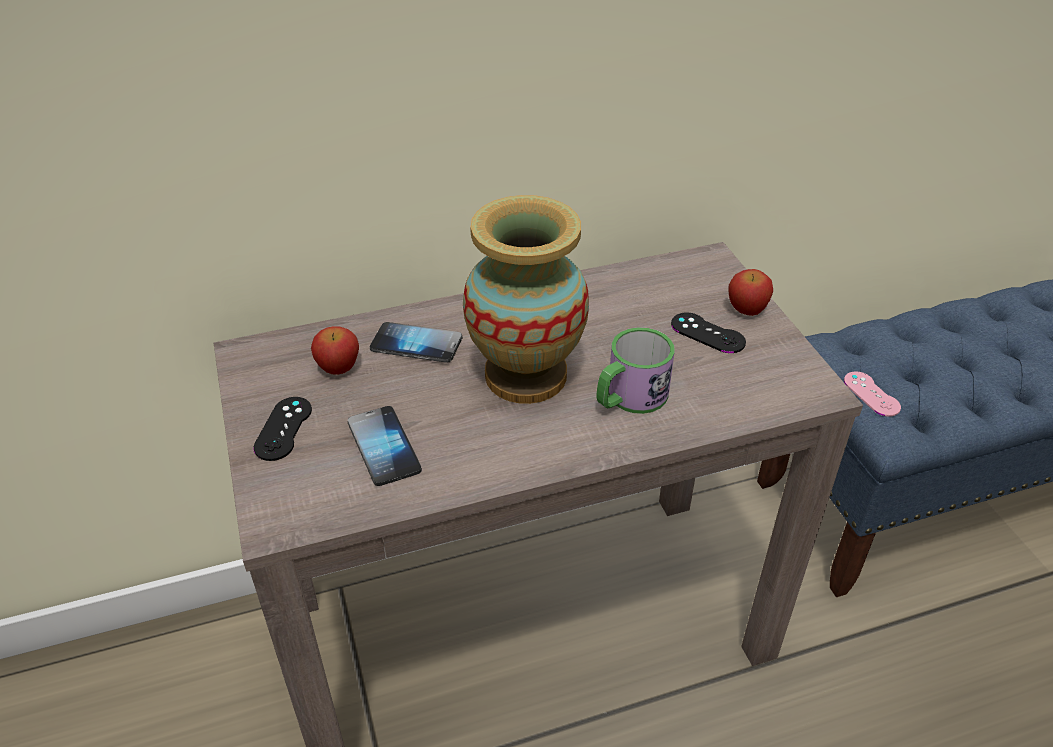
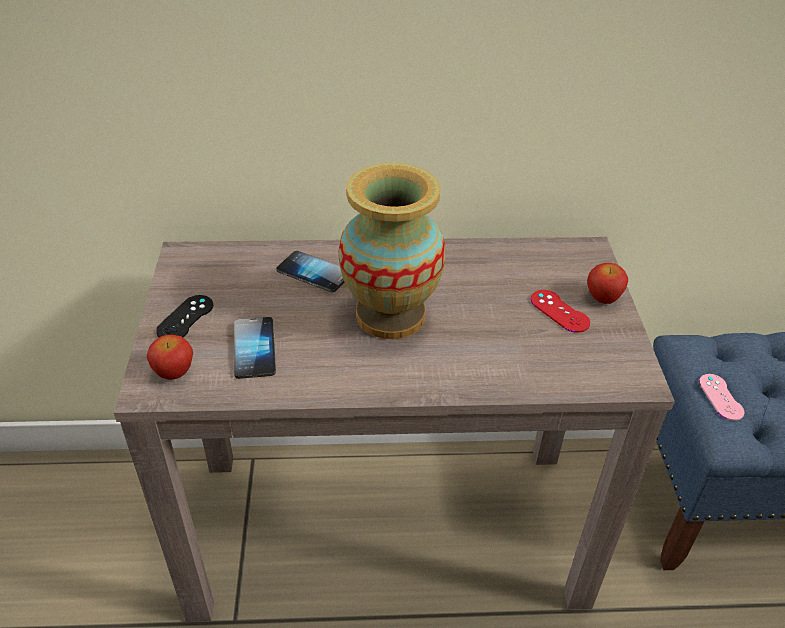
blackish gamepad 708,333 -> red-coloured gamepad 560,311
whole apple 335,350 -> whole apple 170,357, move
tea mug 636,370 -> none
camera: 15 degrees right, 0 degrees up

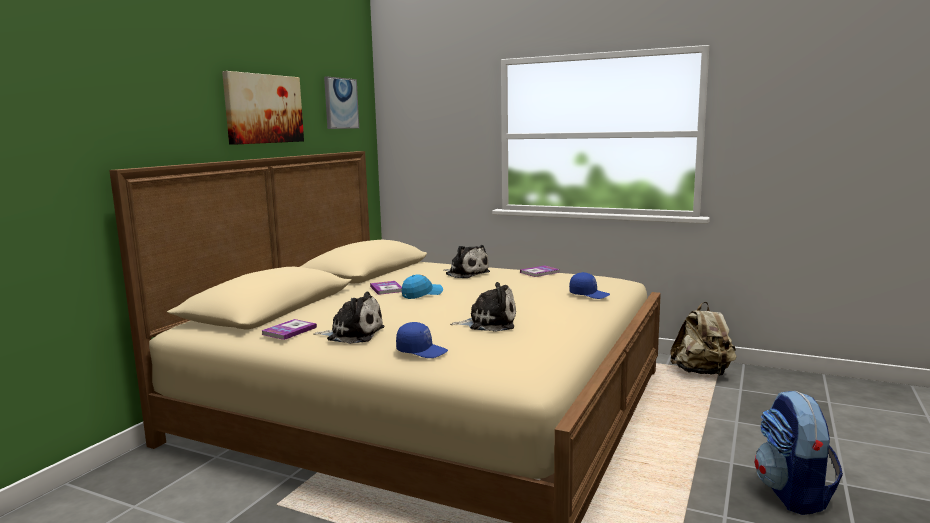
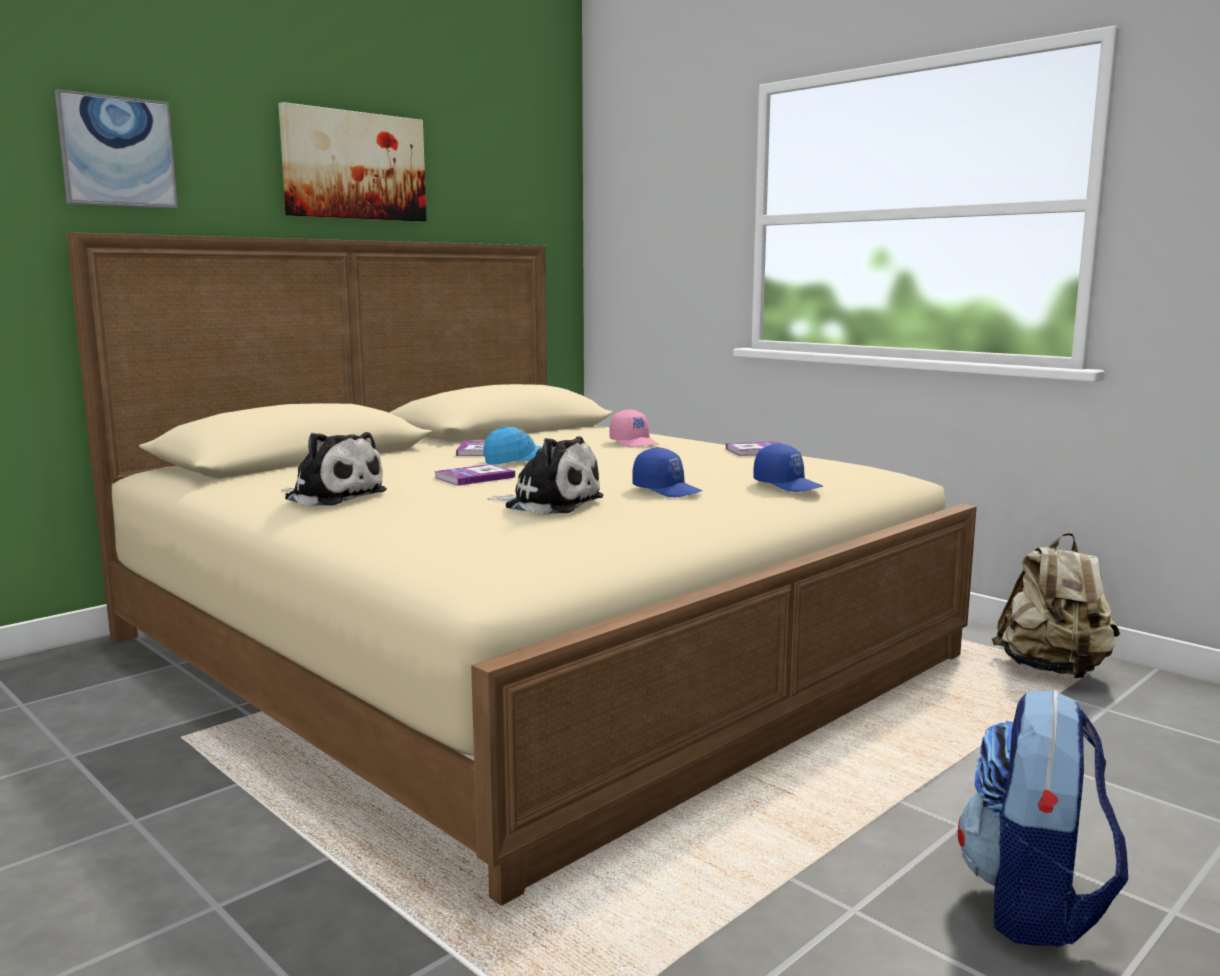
wall picture 341,103 -> wall picture 116,149, move
soft toy 466,261 -> pinkish baseball cap 634,428
book 289,329 -> book 475,475, move
bluish baseball cap 422,340 -> bluish baseball cap 668,472, move
camera: 20 degrees right, 0 degrees up

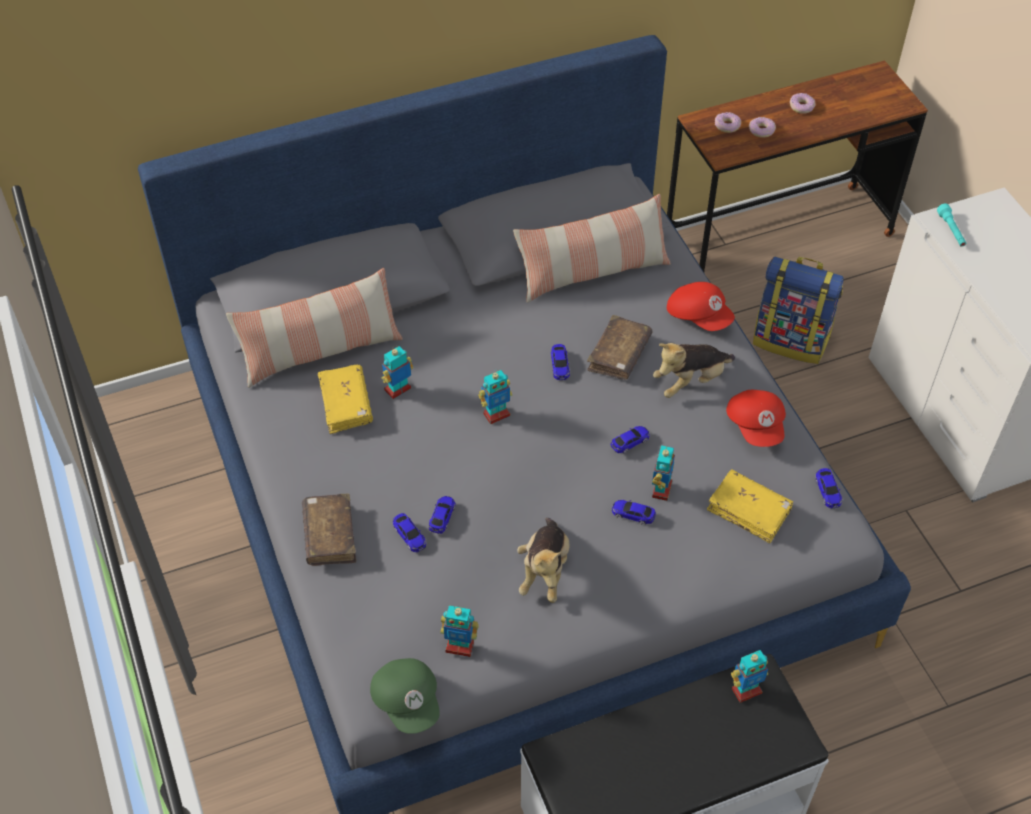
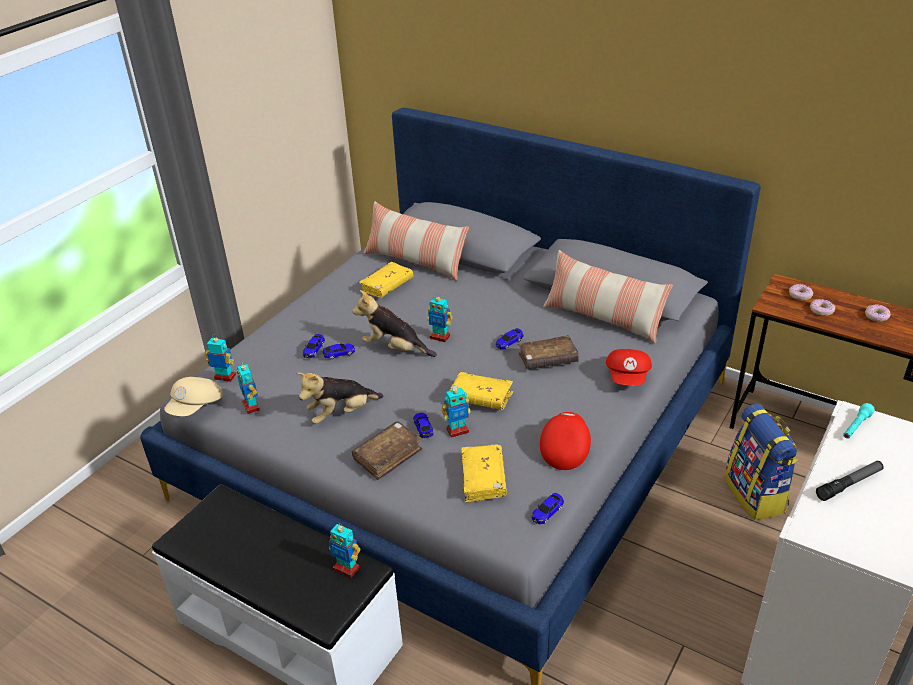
soft toy 694,370 -> soft toy 394,323, move
robot figure 397,372 -> robot figure 221,358, move
red-coloured baseball cap 756,418 -> red-coloured baseball cap 565,441, 150 degrees clockwise
model car 630,439 -> yellow book 481,391
brown book 329,530 -> brown book 387,451, move
green baseball cap 405,696 -> beige baseball cap 193,396
none -> hand torch 850,481
camera: 55 degrees right, 15 degrees down

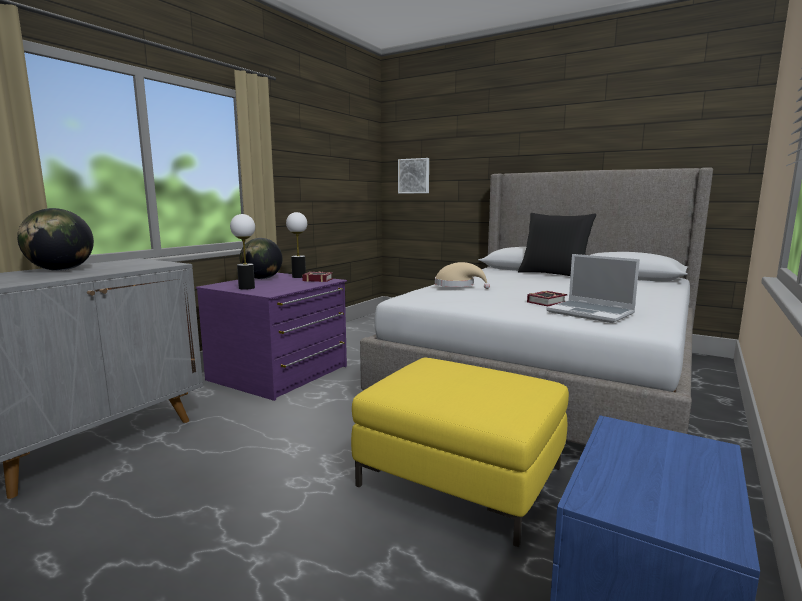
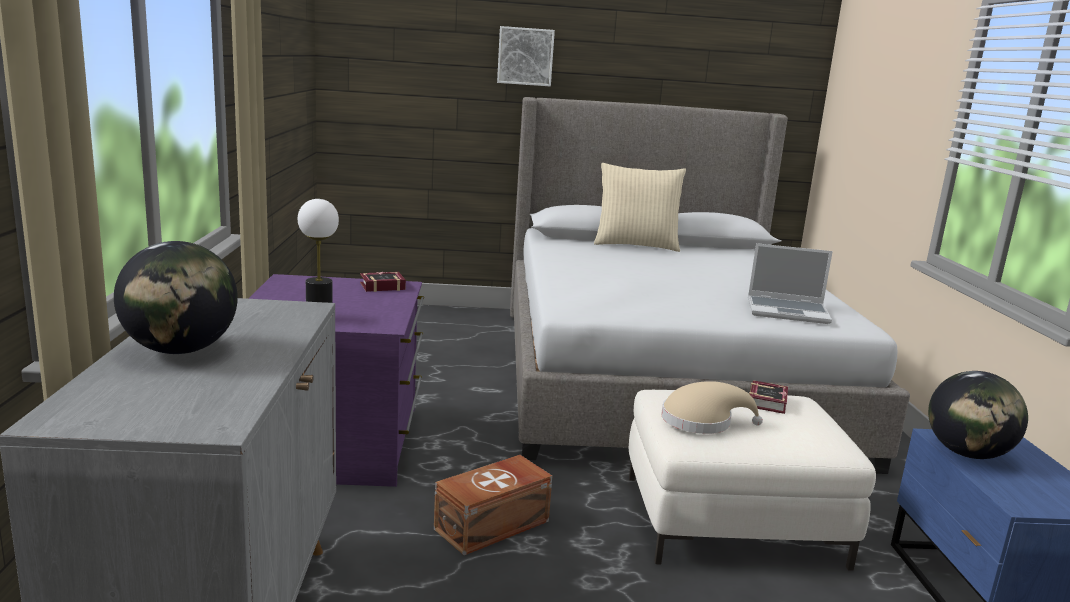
wall picture 413,175 -> wall picture 526,56, move
tabletop lamp 296,245 -> none
blackish throw pillow 557,244 -> beige throw pillow 640,207
globe 261,258 -> globe 978,415, move
beige clothing hat 462,275 -> beige clothing hat 712,407, move
book 547,298 -> book 768,397, move
yellow pouffe 460,452 -> white-coloured pouffe 752,480
none -> brown storage box 493,505
camera: 35 degrees left, 5 degrees up

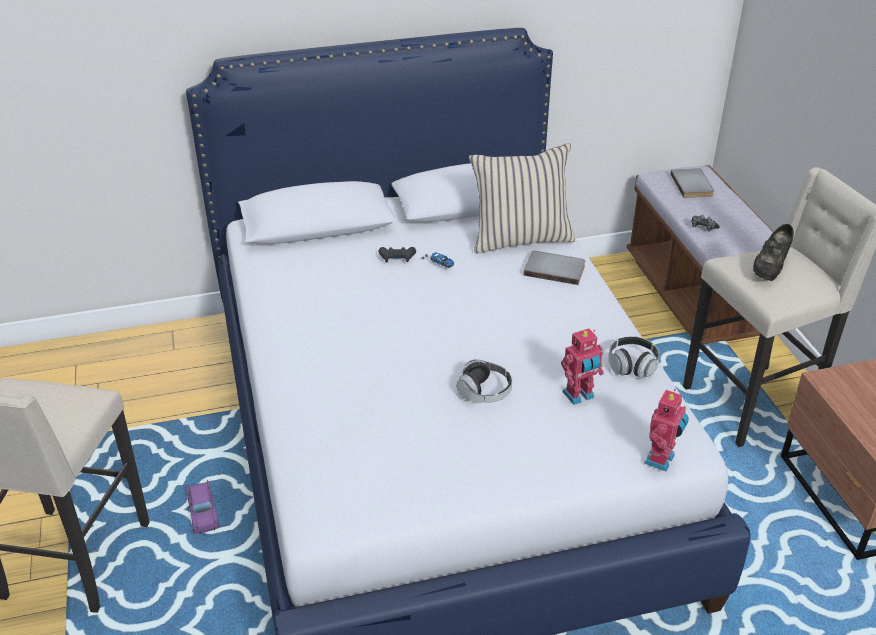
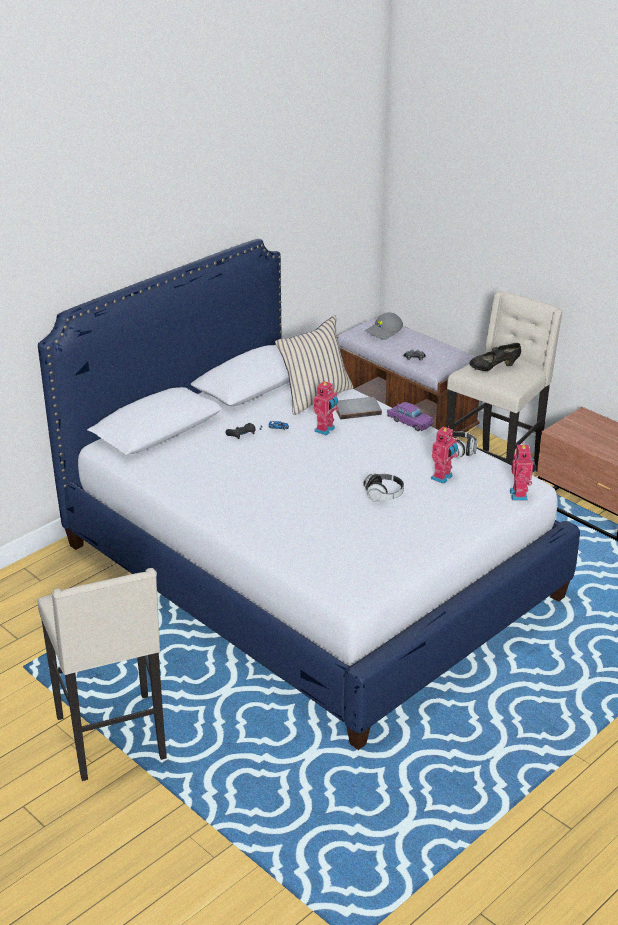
greyish book 692,183 -> greyish baseball cap 384,326
blackish low shoe 773,252 -> blackish low shoe 495,357, 75 degrees clockwise
purplish model car 203,507 -> purplish model car 410,416, move
none -> robot figure 326,408
camera: 30 degrees left, 5 degrees down

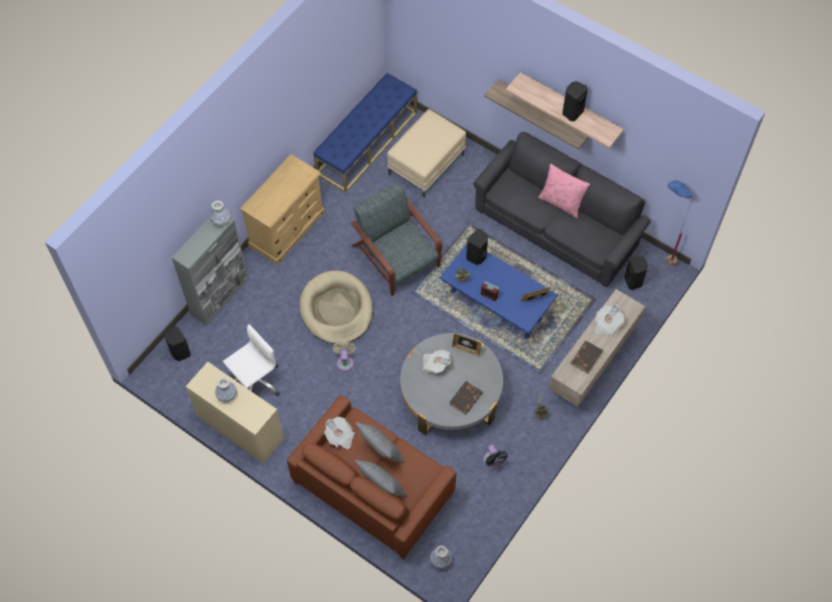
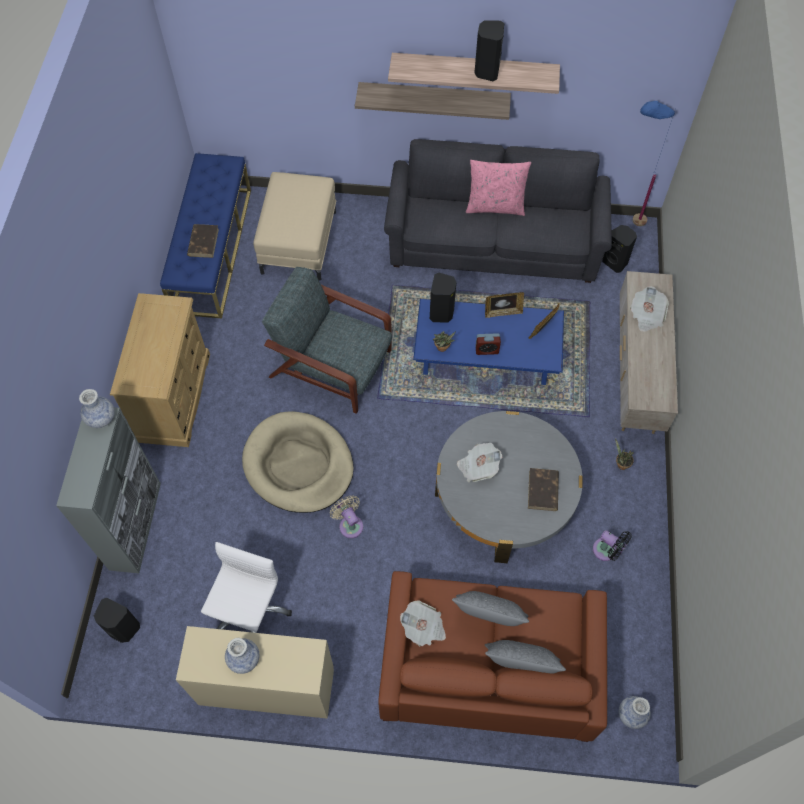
picture frame 467,345 -> picture frame 504,305, move
brown book 587,357 -> brown book 203,241, move
camera: 30 degrees left, 0 degrees up

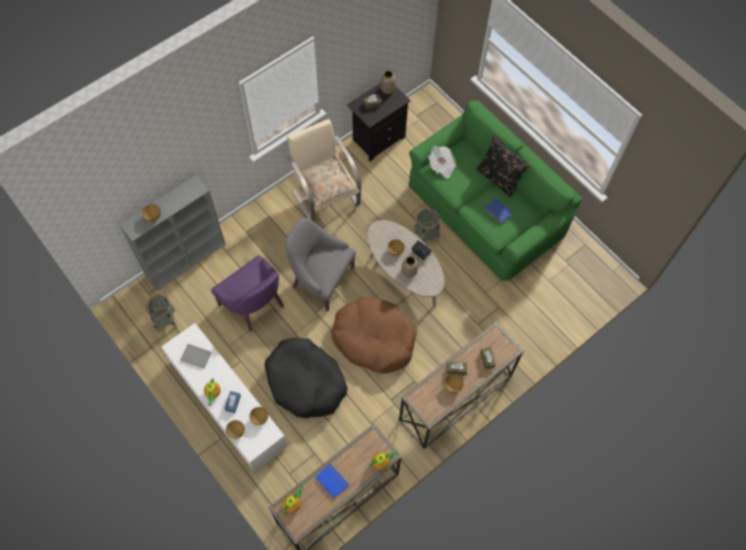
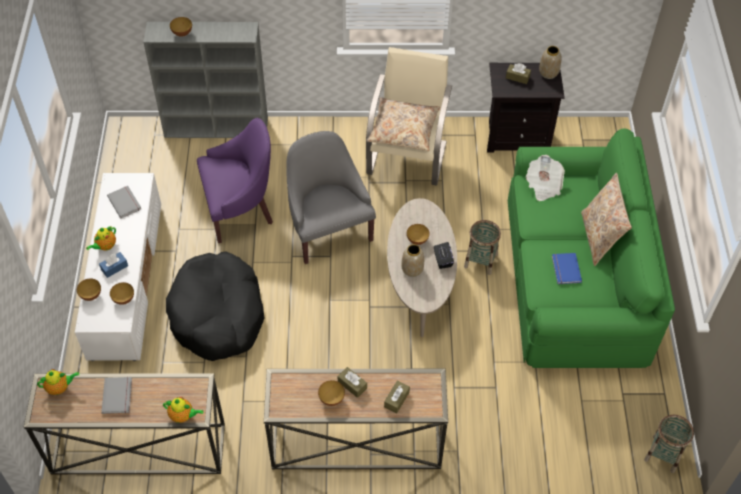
blackish throw pillow 503,167 -> beige throw pillow 606,219
purplish easy chair 247,293 -> purplish easy chair 235,180, 105 degrees counterclockwise
basket 161,313 -> basket 669,444, move
brown pet bed 374,335 -> none
bluish book 332,481 -> greyish book 116,395
camera: 40 degrees right, 10 degrees down

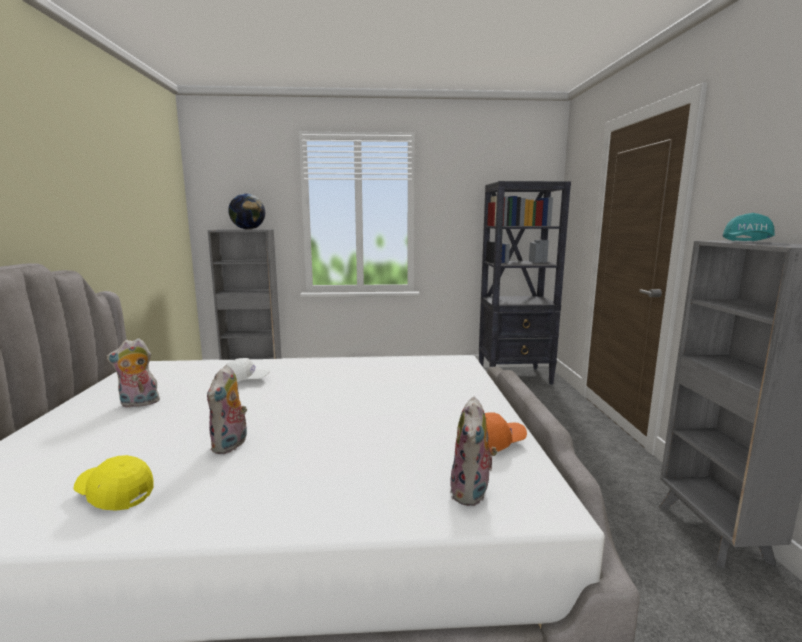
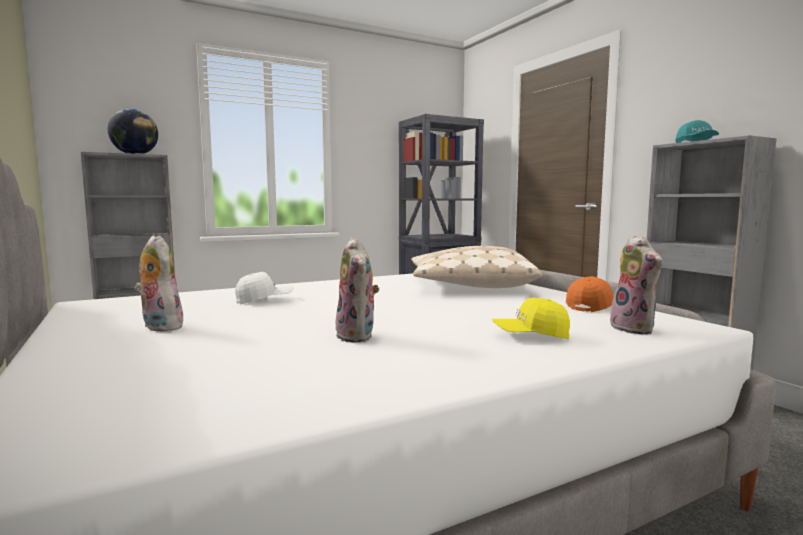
soft toy 133,373 -> soft toy 158,284, 90 degrees clockwise
yellow baseball cap 113,482 -> yellow baseball cap 530,318, move
none -> beige throw pillow 476,267
camera: 25 degrees left, 5 degrees down

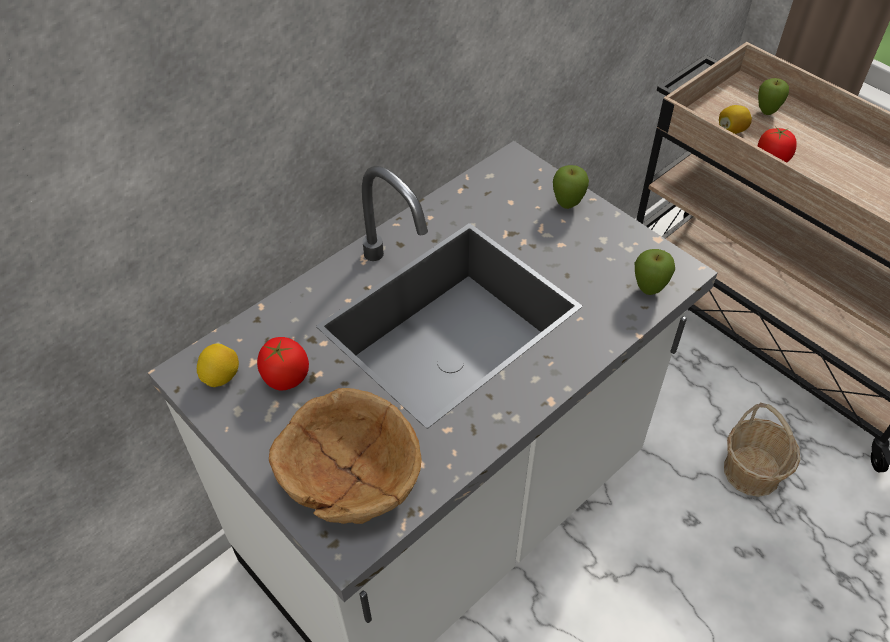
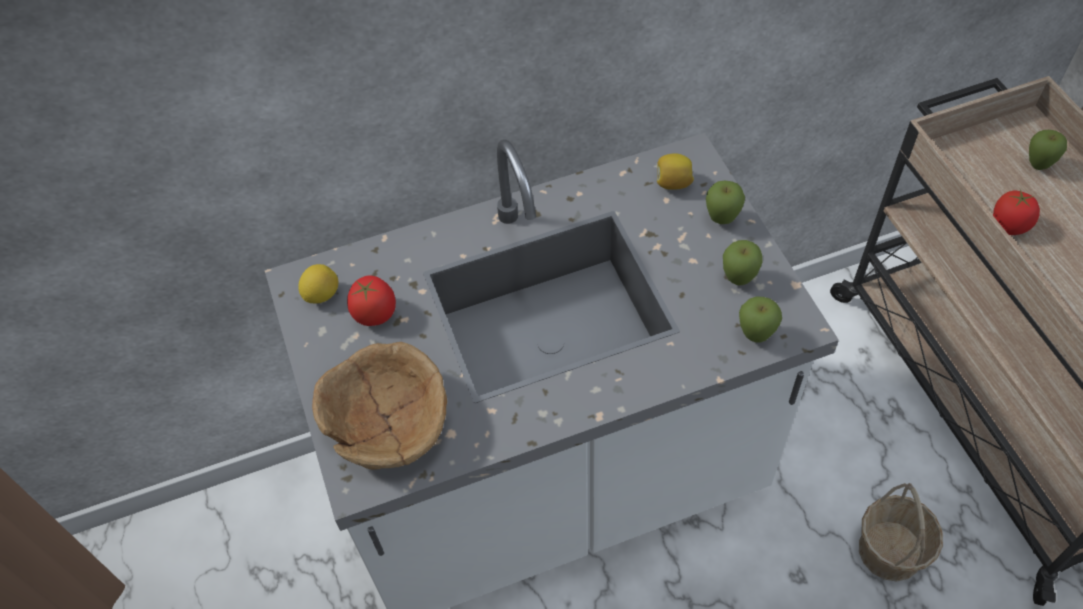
lemon 735,119 -> lemon 675,171, move
none -> whole apple 743,262
camera: 25 degrees right, 5 degrees up

